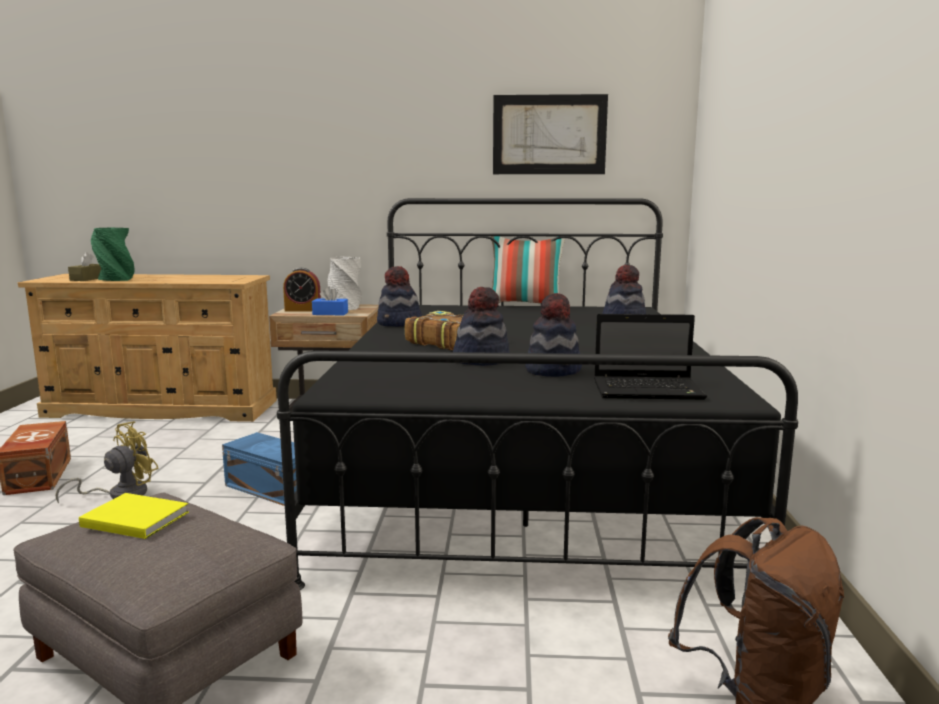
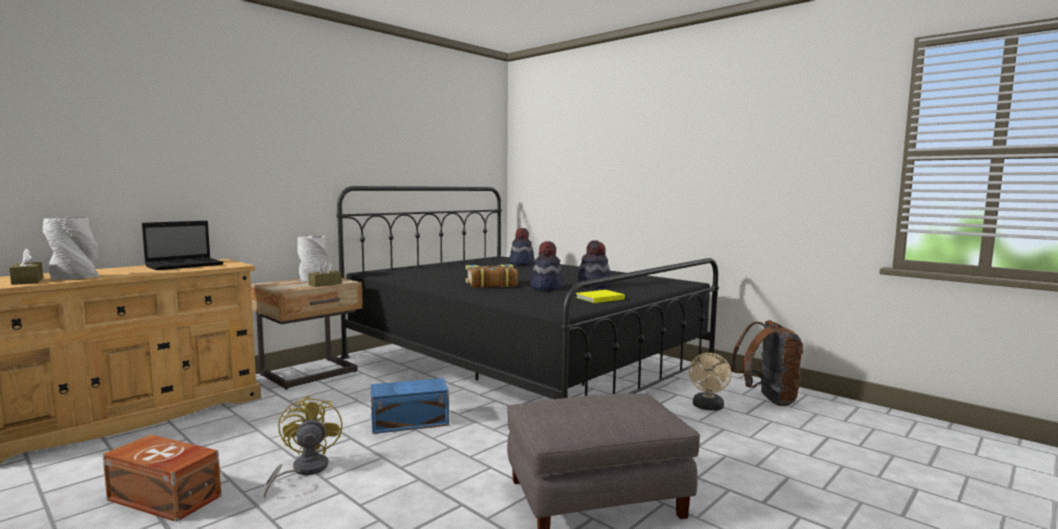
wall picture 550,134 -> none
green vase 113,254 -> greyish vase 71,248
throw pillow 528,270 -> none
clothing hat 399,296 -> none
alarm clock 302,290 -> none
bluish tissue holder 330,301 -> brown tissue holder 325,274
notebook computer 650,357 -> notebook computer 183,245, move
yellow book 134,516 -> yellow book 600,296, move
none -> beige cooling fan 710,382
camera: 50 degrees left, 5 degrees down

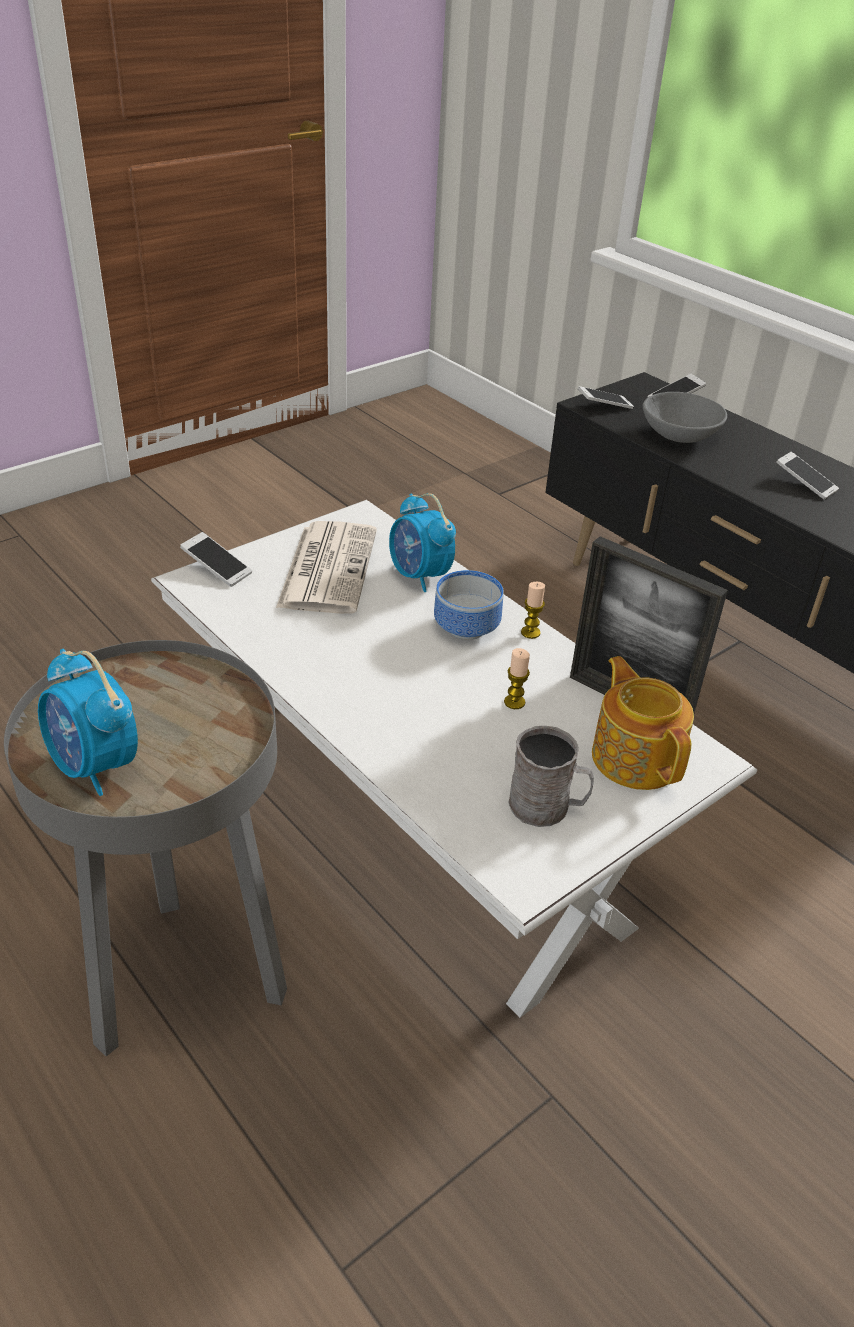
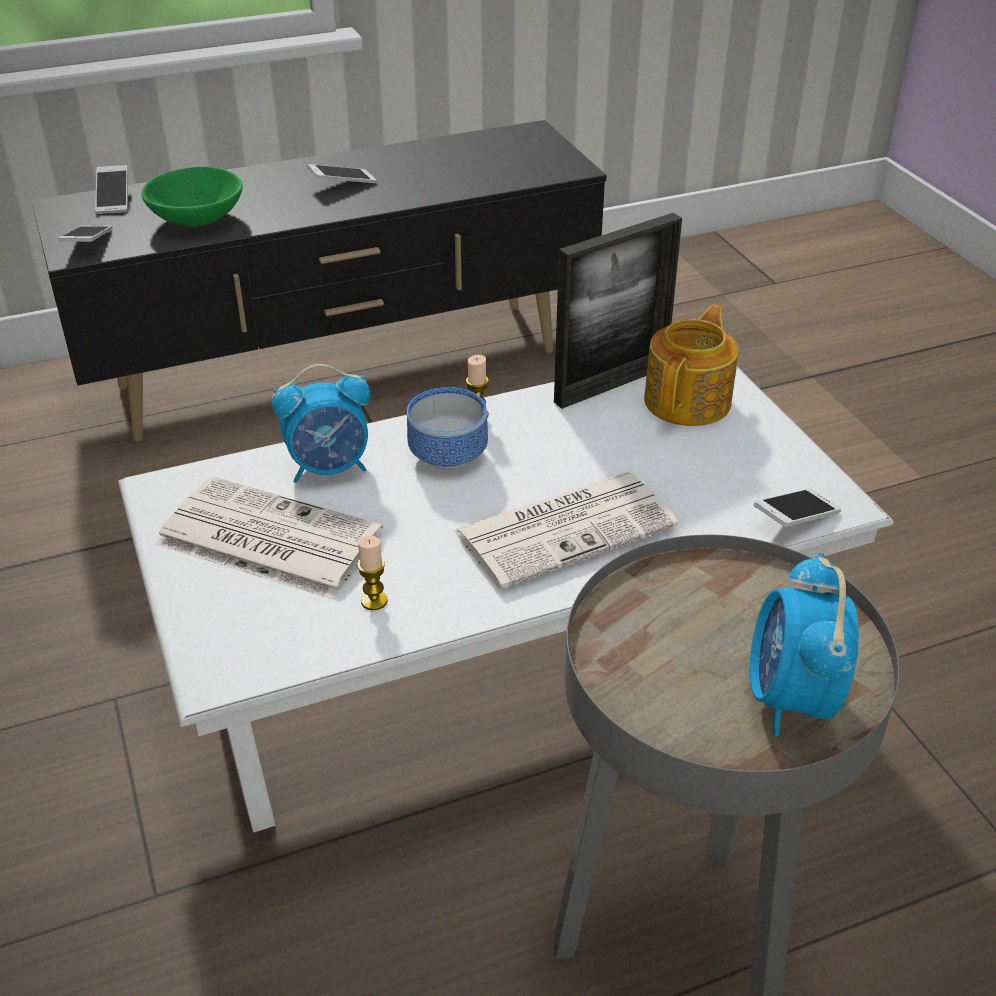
greyish serving bowl 684,417 -> green serving bowl 192,196
handset 216,559 -> handset 797,508, move
wax light 517,678 -> wax light 372,573, move
alarm clock 88,722 -> alarm clock 804,644, 120 degrees clockwise
tea pot 643,723 -> tea pot 691,365, 120 degrees clockwise
greyish tea mug 551,776 -> none
none -> newspaper 565,530
camera: 70 degrees left, 0 degrees up

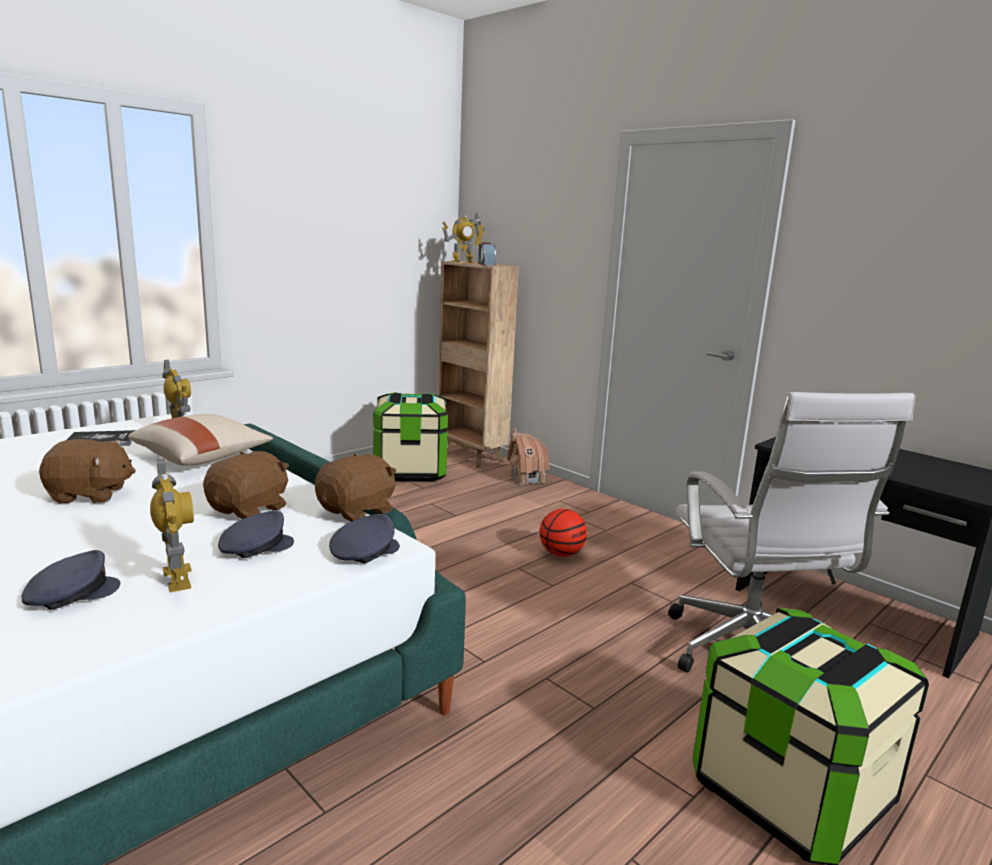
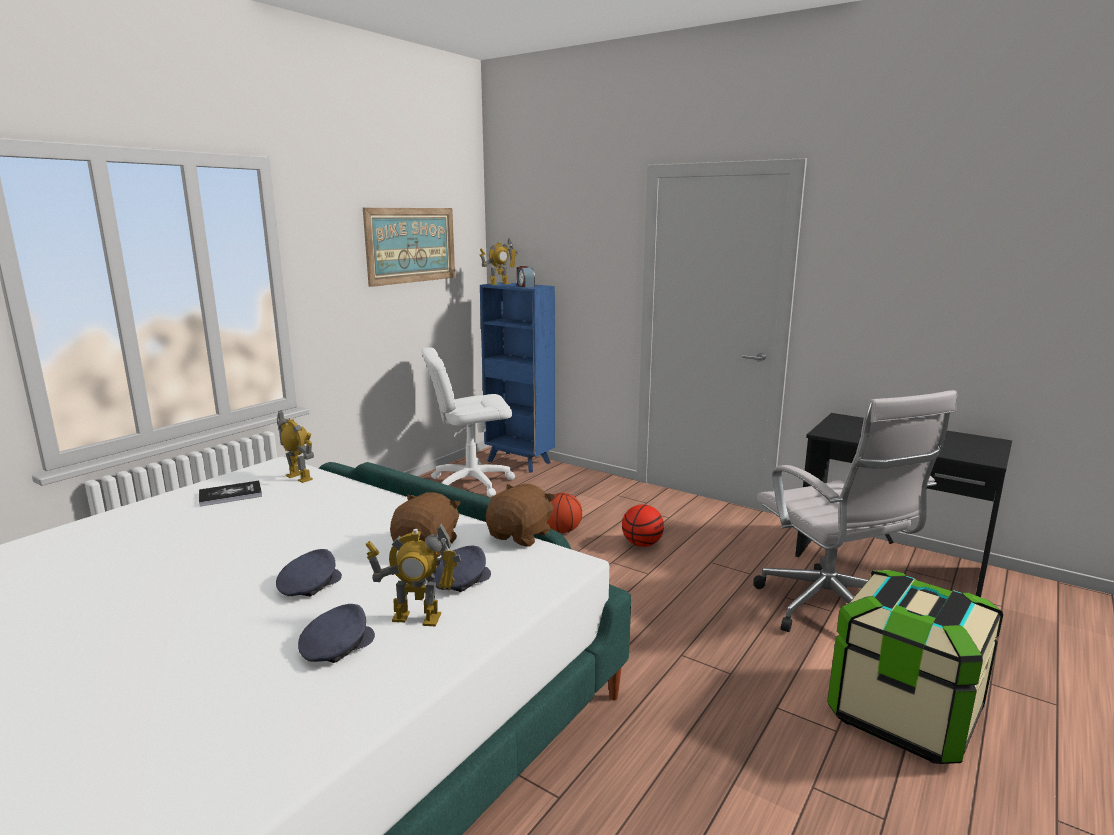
brown bookcase 478,364 -> bluish bookcase 517,377
storage box 410,437 -> white-coloured office chair 468,422
beige throw pillow 200,440 -> none
miniature house 528,457 -> none
brown soft toy 87,471 -> none
robot figure 172,525 -> robot figure 413,574, 135 degrees clockwise
greyish baseball cap 364,538 -> greyish baseball cap 309,572, move
none -> wall picture 409,247
none -> ball for basketball 564,513
camera: 10 degrees left, 0 degrees up

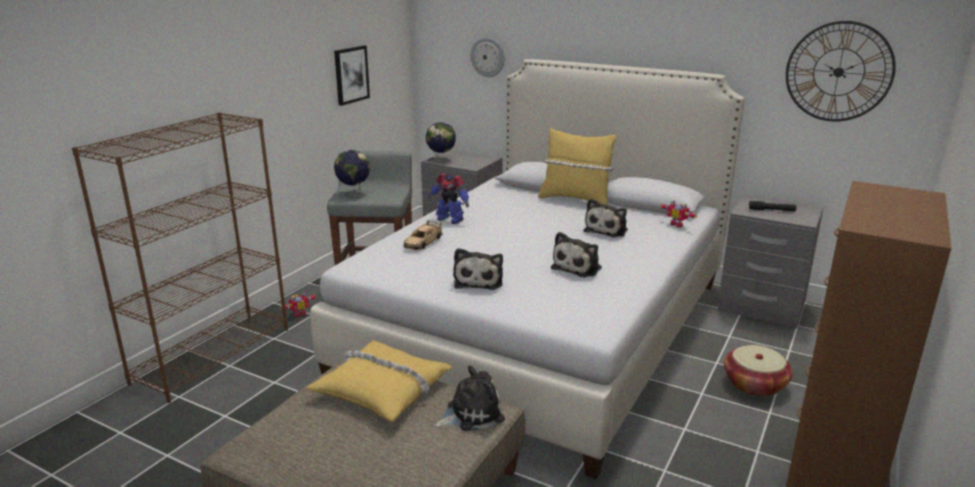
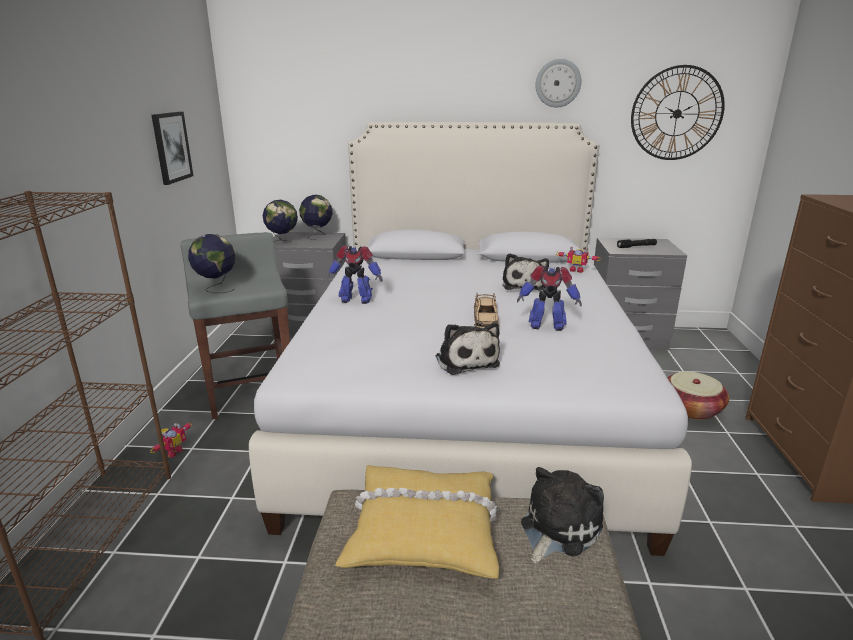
wall clock 488,57 -> wall clock 558,83, move
yellow throw pillow 577,166 -> none
beige model car 423,235 -> beige model car 487,310, move
soft toy 576,254 -> robot figure 549,298
none -> globe 316,217
camera: 25 degrees left, 0 degrees up

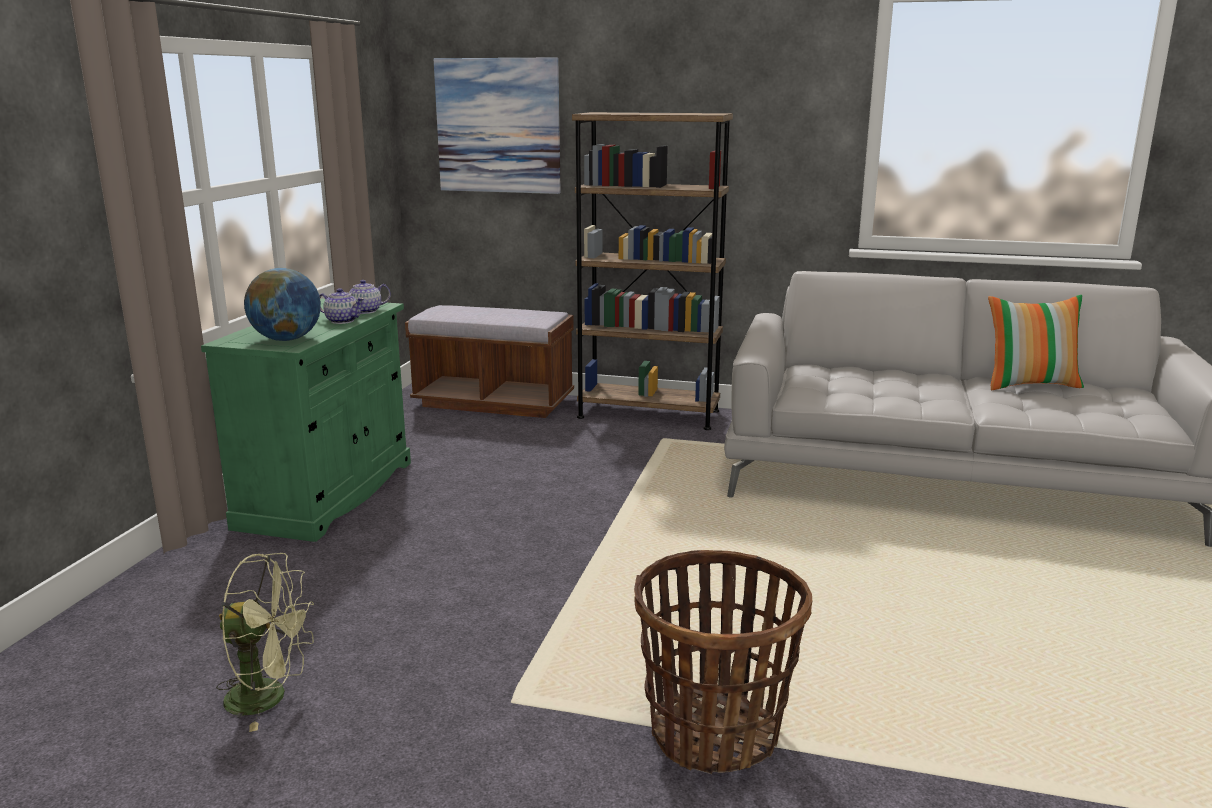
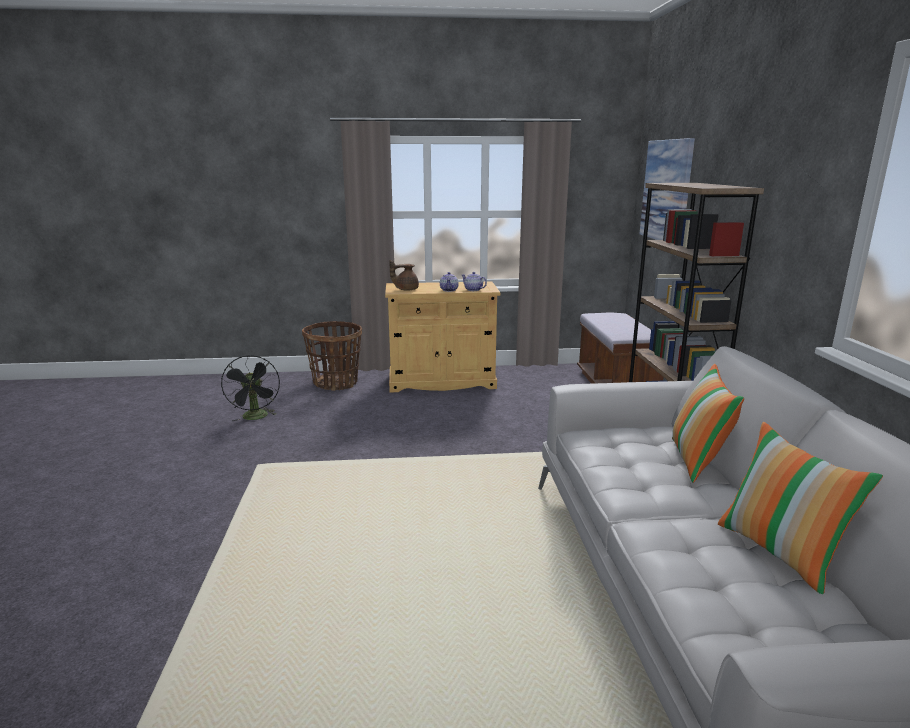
globe 282,304 -> brown tea pot 404,275
green cupboard 306,420 -> beige cupboard 443,336
basket 723,662 -> basket 332,356, move
green cooling fan 265,642 -> blackish cooling fan 250,388
none -> throw pillow 708,423
camera: 70 degrees right, 0 degrees up

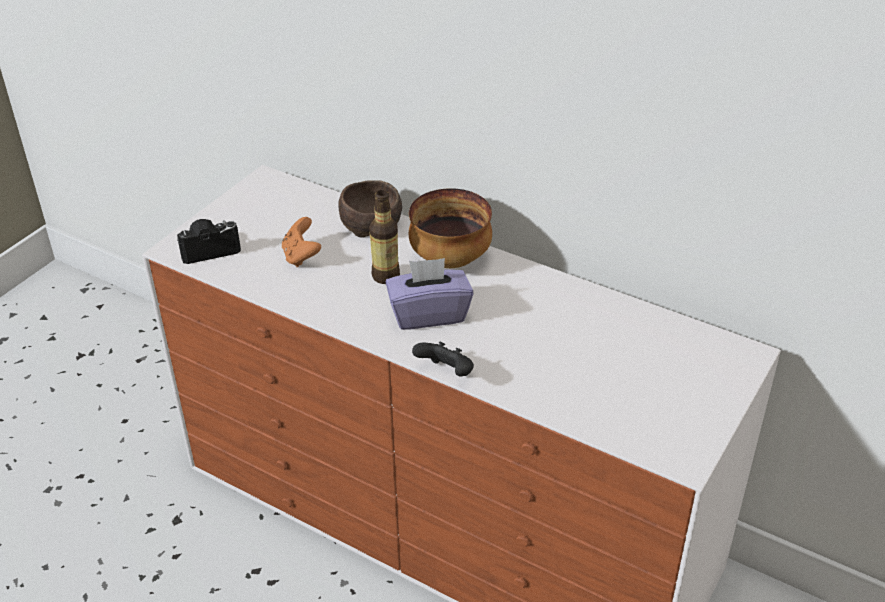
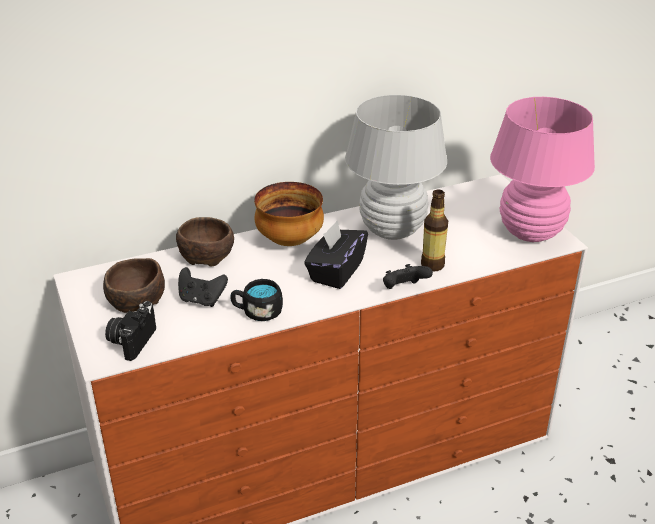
bottle 384,237 -> bottle 434,230, move
orange gamepad 301,242 -> blackish gamepad 203,287
purplish tissue holder 430,294 -> blackish tissue holder 336,255
none -> white-coloured tabletop lamp 396,167
none -> pinkish tabletop lamp 542,169
none -> brown serving bowl 134,285
none -> blackish tea mug 256,300
camera: 55 degrees left, 5 degrees down

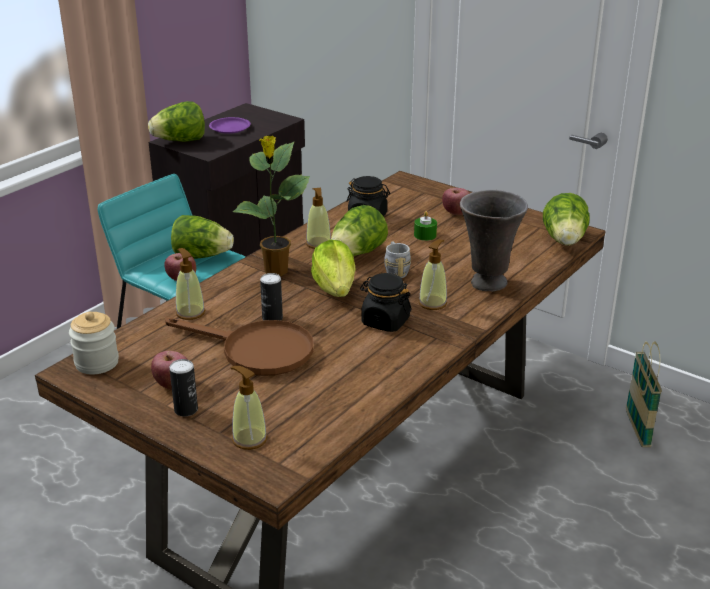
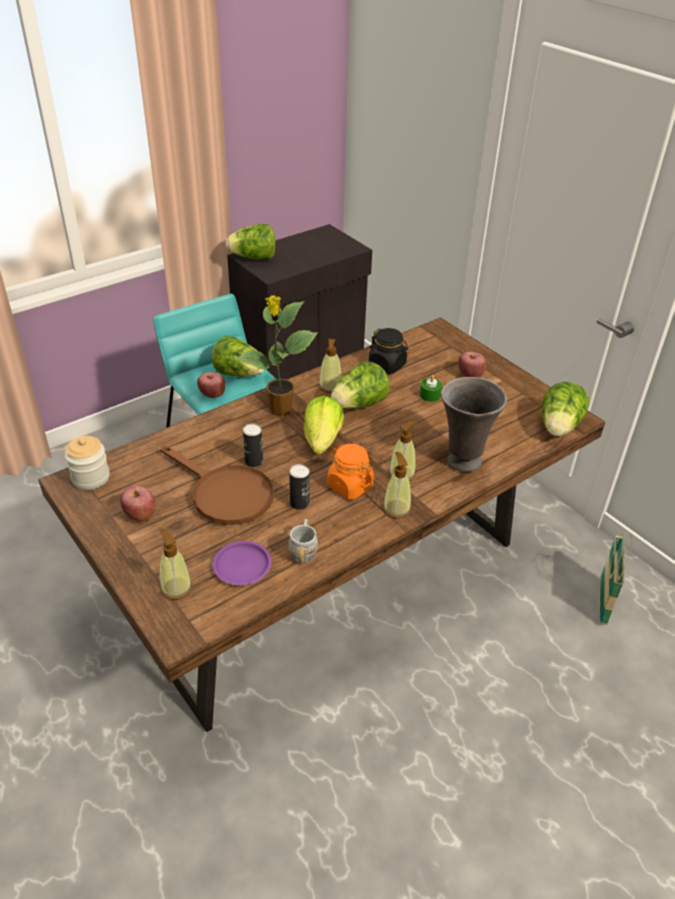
purplish dinner plate 230,125 -> purplish dinner plate 242,563, move
greyish tea mug 397,259 -> greyish tea mug 303,541, move
liquid soap bottle 190,284 -> liquid soap bottle 397,485, move
blackish storage jar 386,302 -> orange storage jar 350,471
can 183,387 -> can 299,487, move
camera: 15 degrees right, 10 degrees up

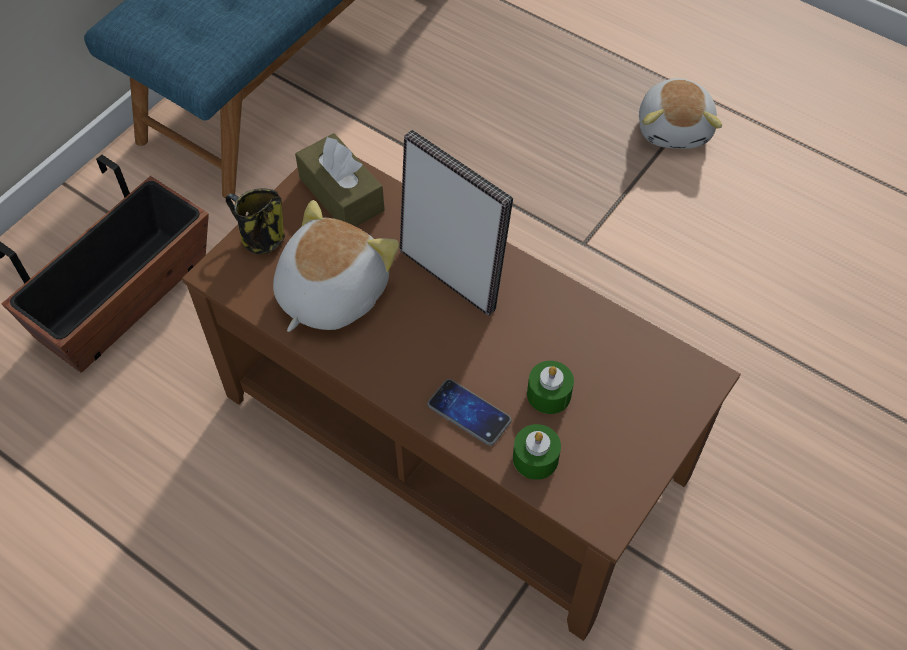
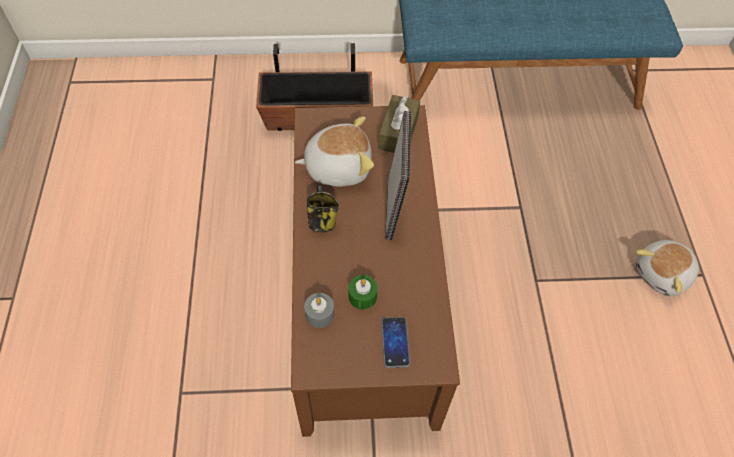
tea mug 255,221 -> tea mug 323,209, move
handset 469,412 -> handset 395,342, move
green wax light 537,452 -> greyish wax light 319,310
camera: 50 degrees right, 0 degrees up

